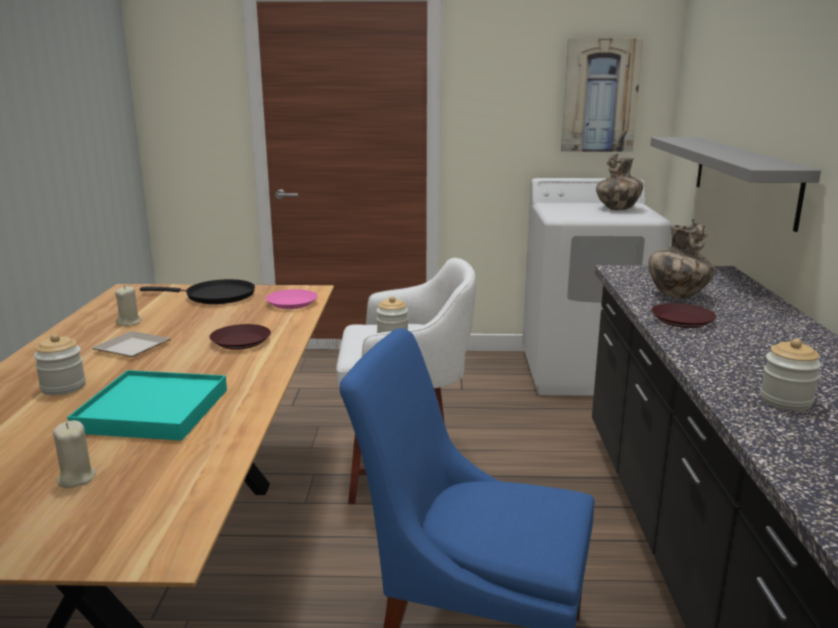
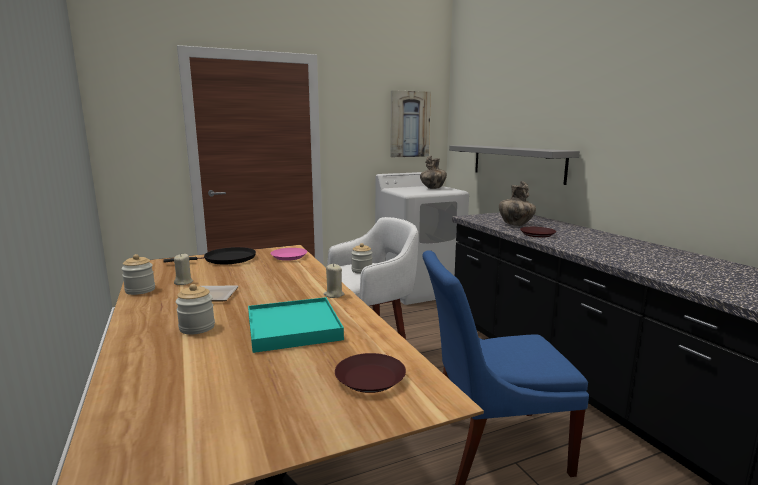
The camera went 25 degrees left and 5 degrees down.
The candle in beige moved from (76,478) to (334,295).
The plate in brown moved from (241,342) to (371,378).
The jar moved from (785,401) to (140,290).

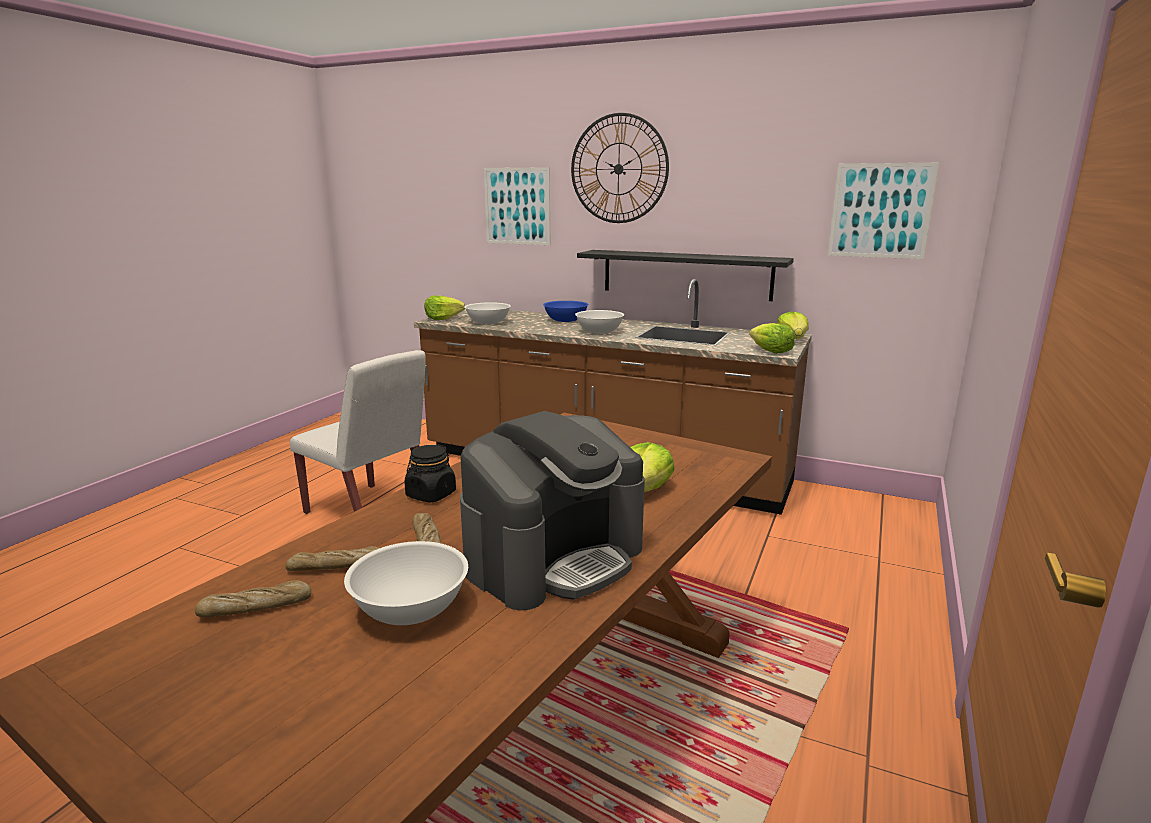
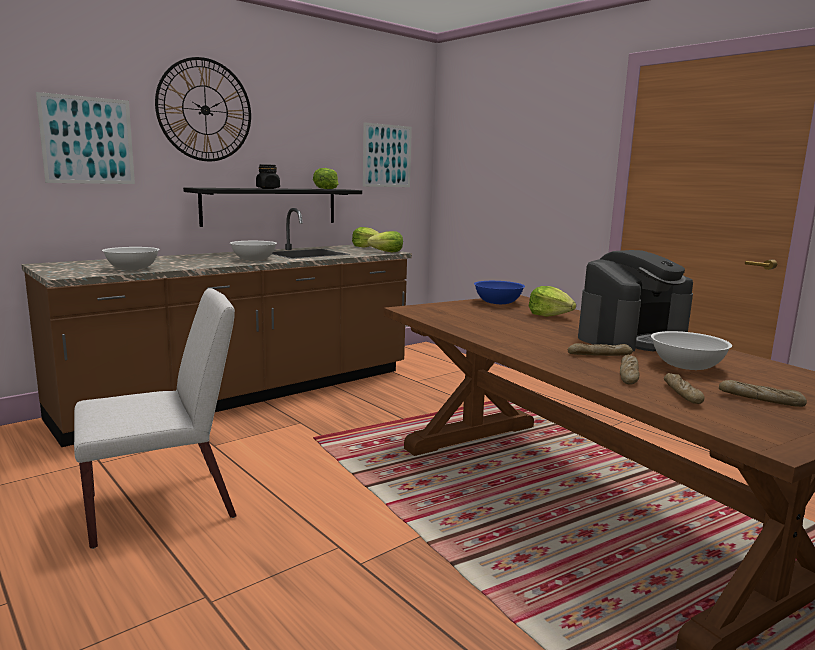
The camera went 65 degrees left and 5 degrees down.
The bread at (760,400) appeared.
The jar in black moved from (431,495) to (268,188).
The lettuce moved from (443,318) to (326,189).
The bowl in blue moved from (565,320) to (498,303).
The coffee machine at (554,557) turned 75 degrees clockwise.

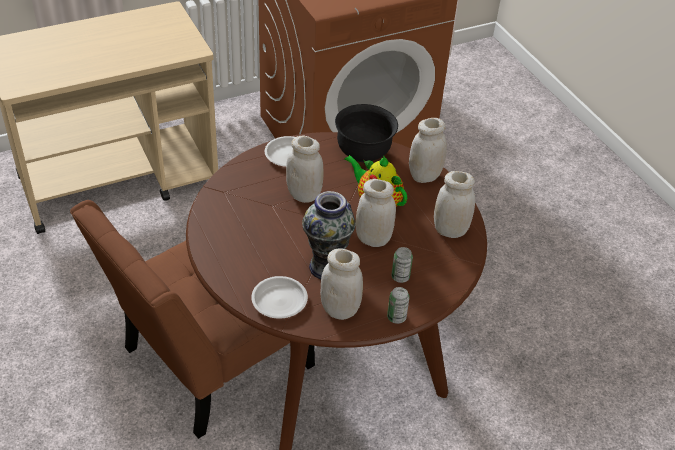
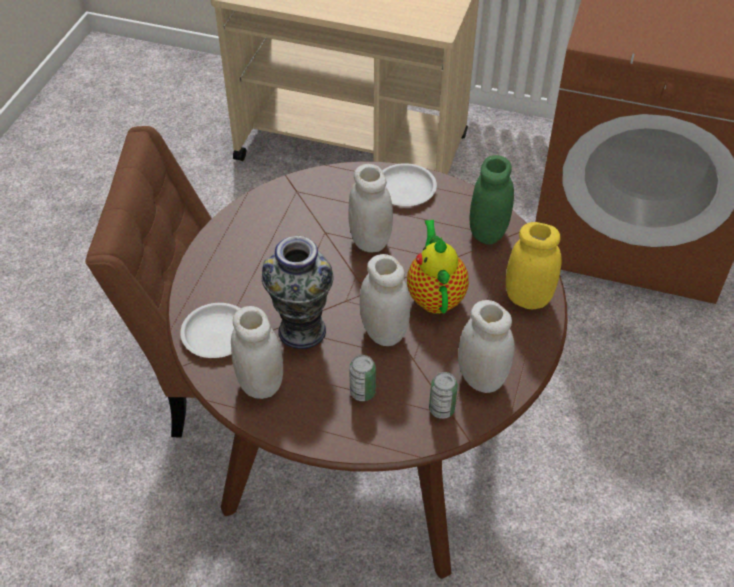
The camera went 45 degrees right and 5 degrees up.
The can moved from (396,317) to (441,409).
The bowl in black at (363,153) was replaced by the jar in green at (488,232).
The jar in white at (424,176) became the jar in yellow at (528,298).

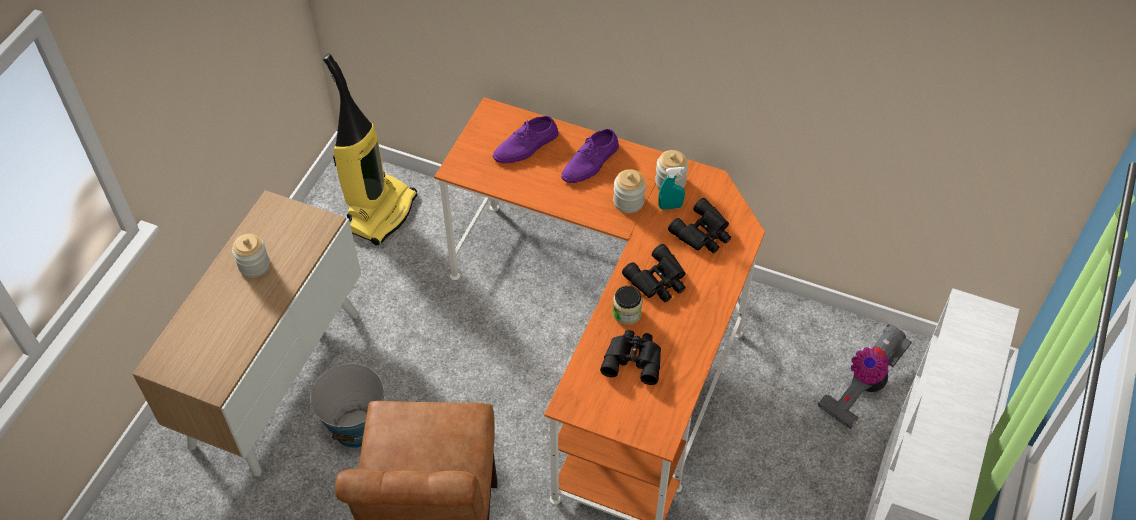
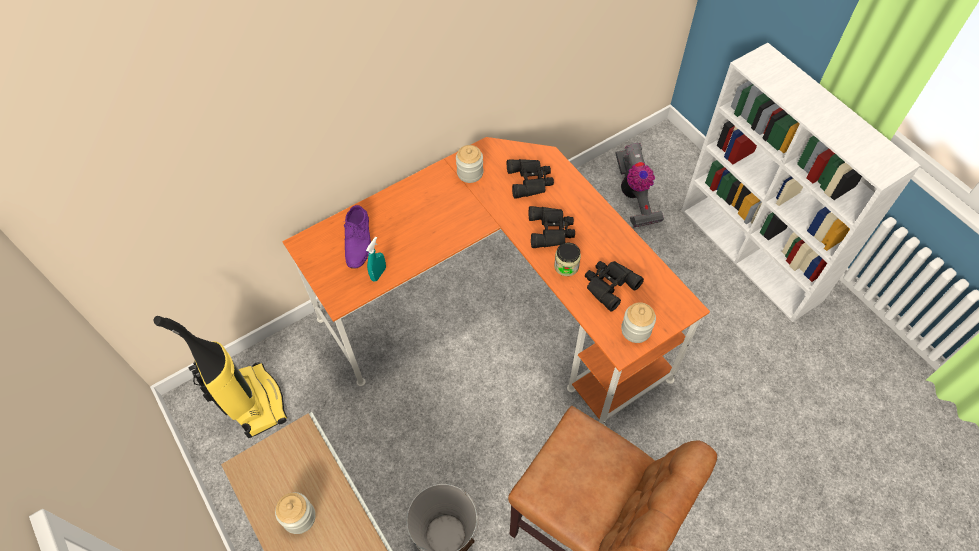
The camera went 55 degrees left and 5 degrees up.
The shoe in purple at (591,162) disappeared.
The jar moved from (628,201) to (636,330).
The spray bottle in turquoise moved from (670,206) to (378,274).

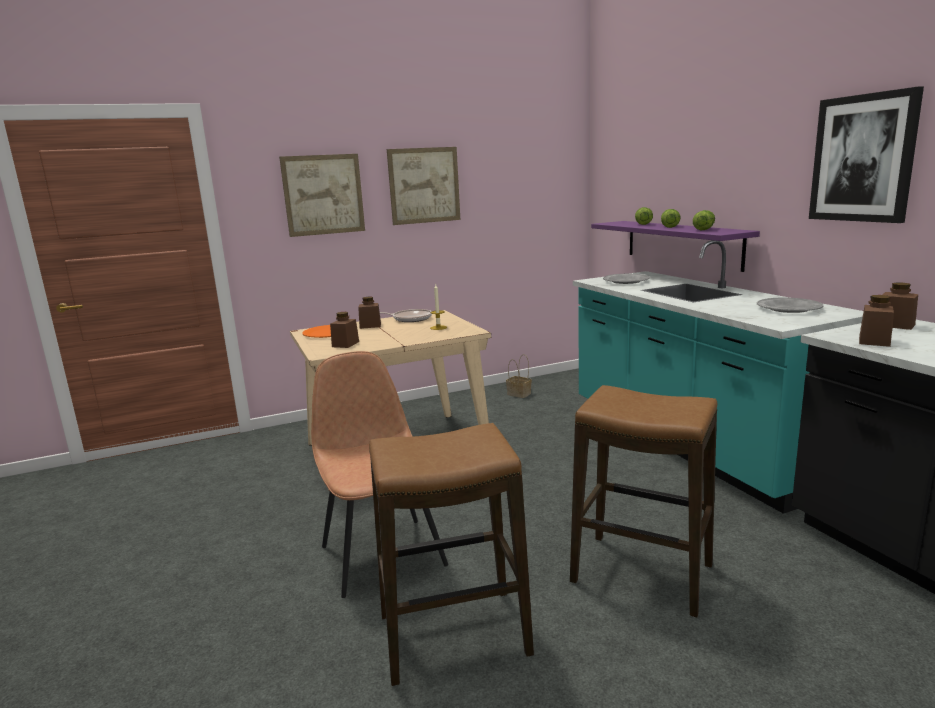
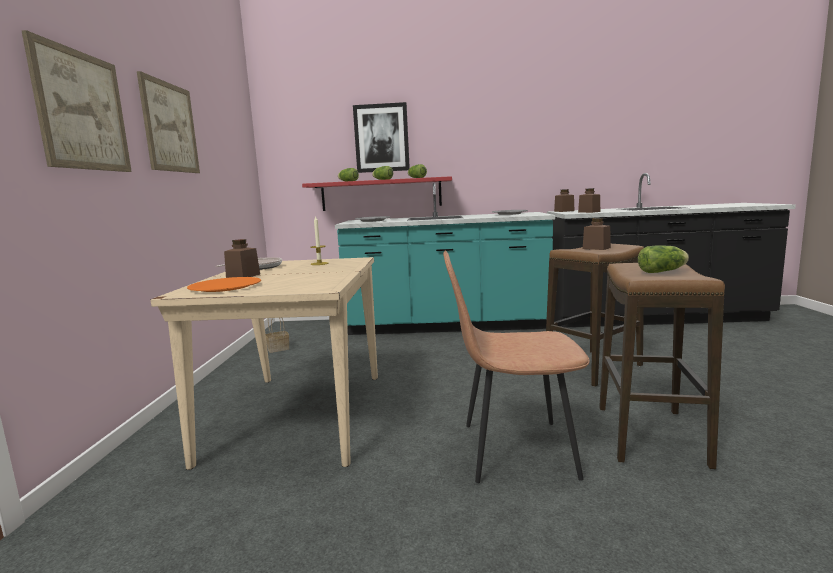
The camera went 65 degrees left and 5 degrees down.
The lettuce at (664,271) appeared.
The jar in brown moved from (345,344) to (596,248).
The picture moved from (863,158) to (381,138).
The shelf in purple at (681,243) became the shelf in red at (381,194).

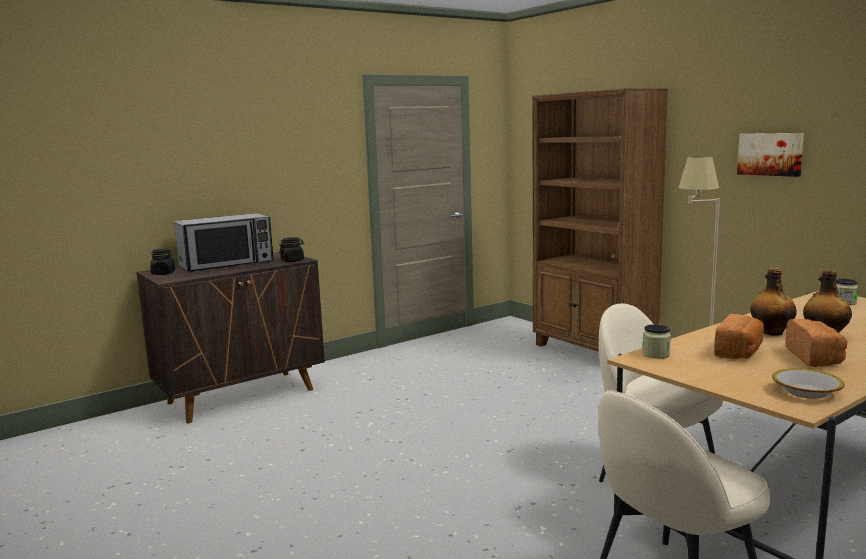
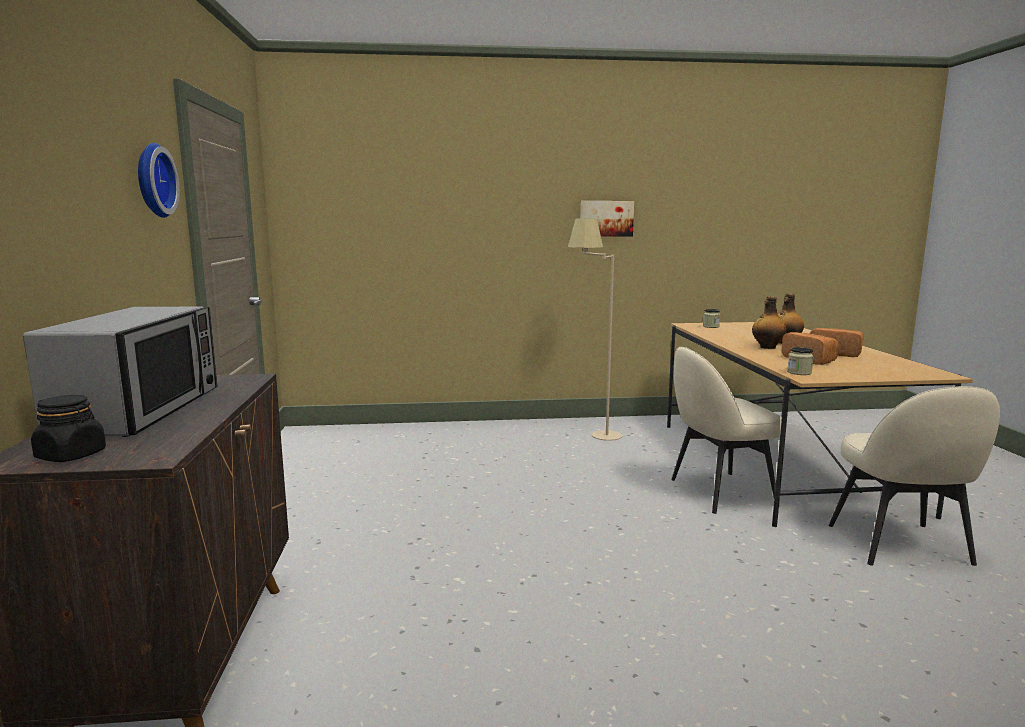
The camera went 60 degrees left and 0 degrees up.
The jar in black at (292,260) disappeared.
The bookcase in brown at (593,352) disappeared.
The bowl at (806,392) disappeared.
The wall clock at (152,180) appeared.

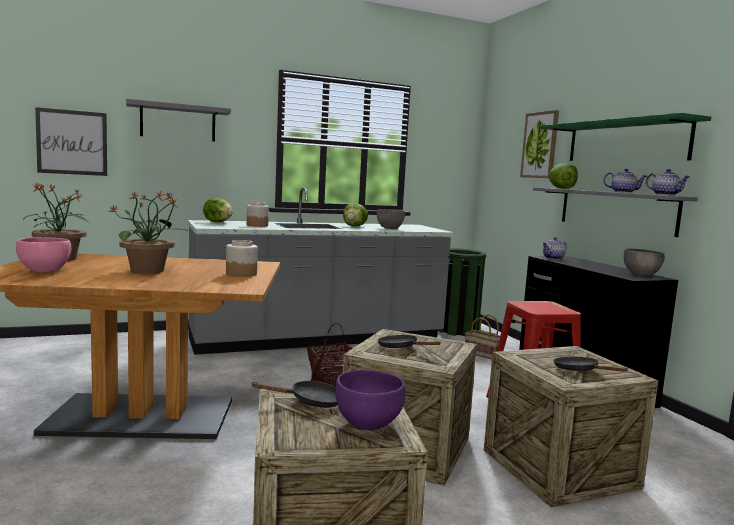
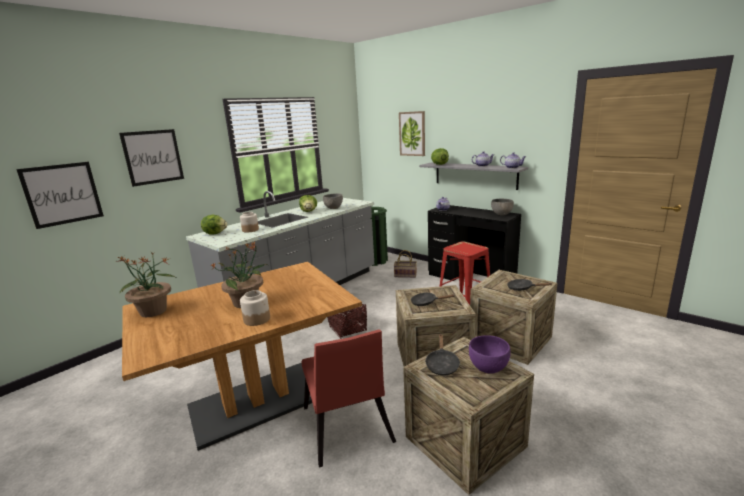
The camera went 25 degrees left and 10 degrees up.
The bowl in pink at (45,271) disappeared.
The shelf in green at (625,141) disappeared.
The chair in red at (347,429) appeared.
The jar moved from (241,274) to (257,319).
The shelf in grey at (178,122) was replaced by the picture at (153,157).
The frying pan in black at (311,402) turned 135 degrees clockwise.

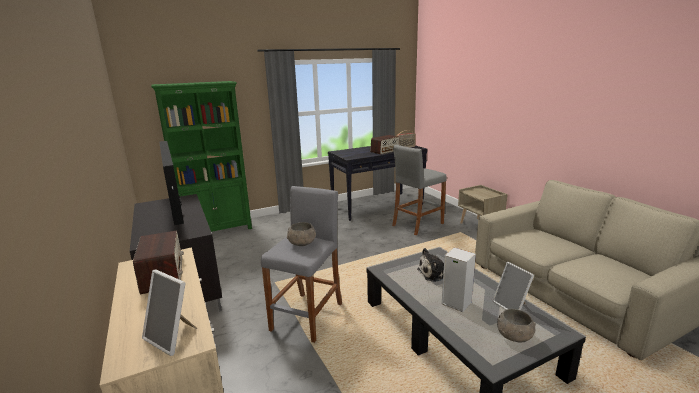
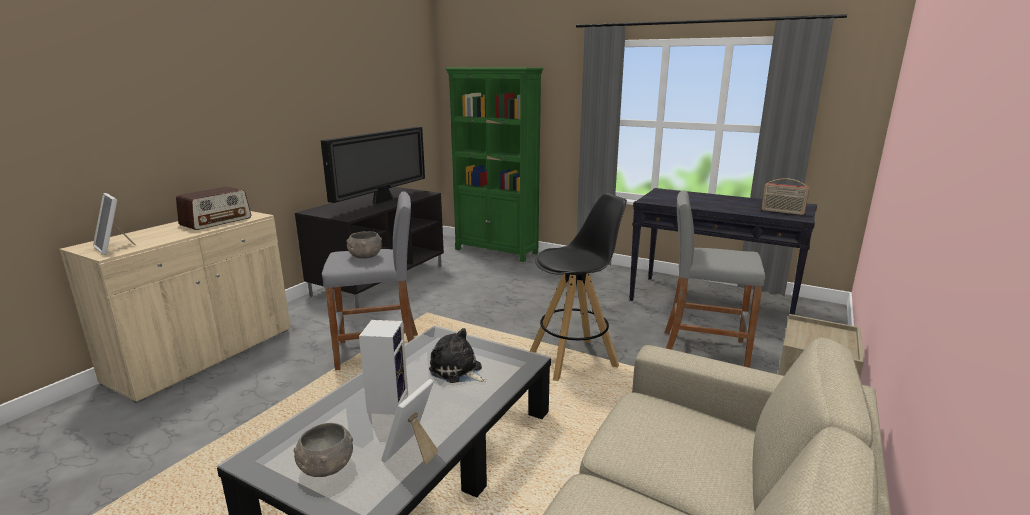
The camera went 55 degrees right and 0 degrees up.
The radio at (385,151) disappeared.
The stool in black at (574,359) appeared.
The picture frame at (173,337) turned 45 degrees counterclockwise.

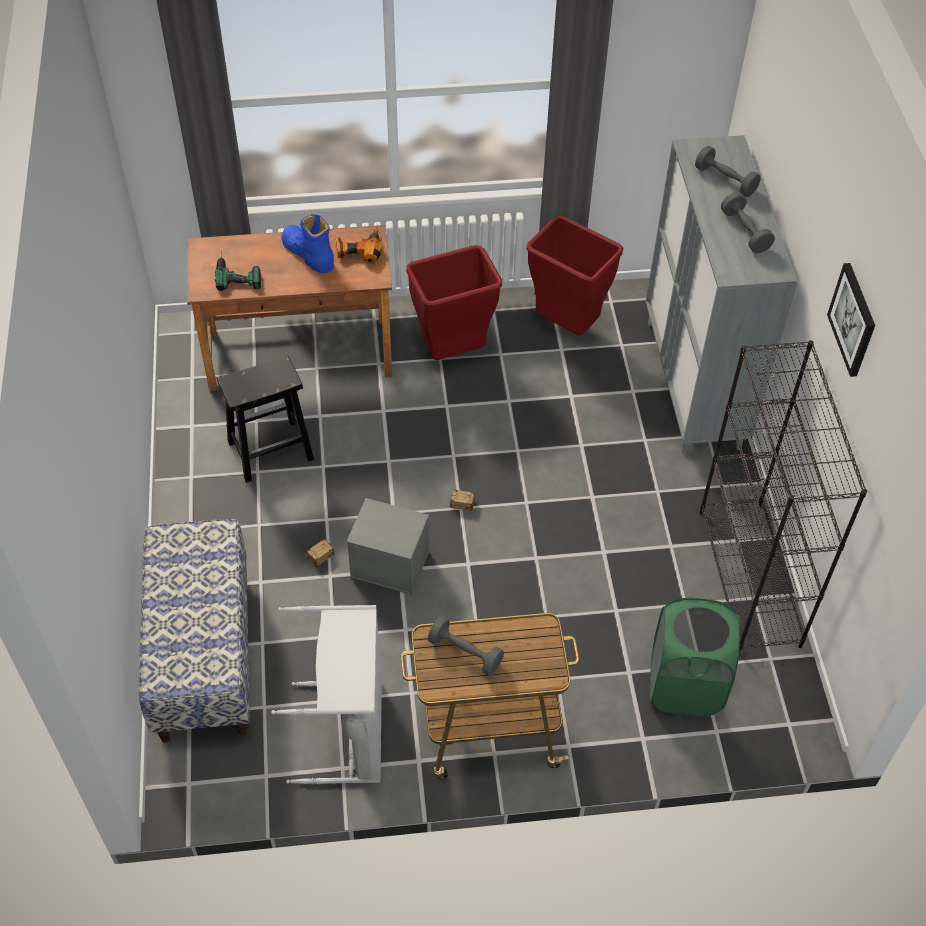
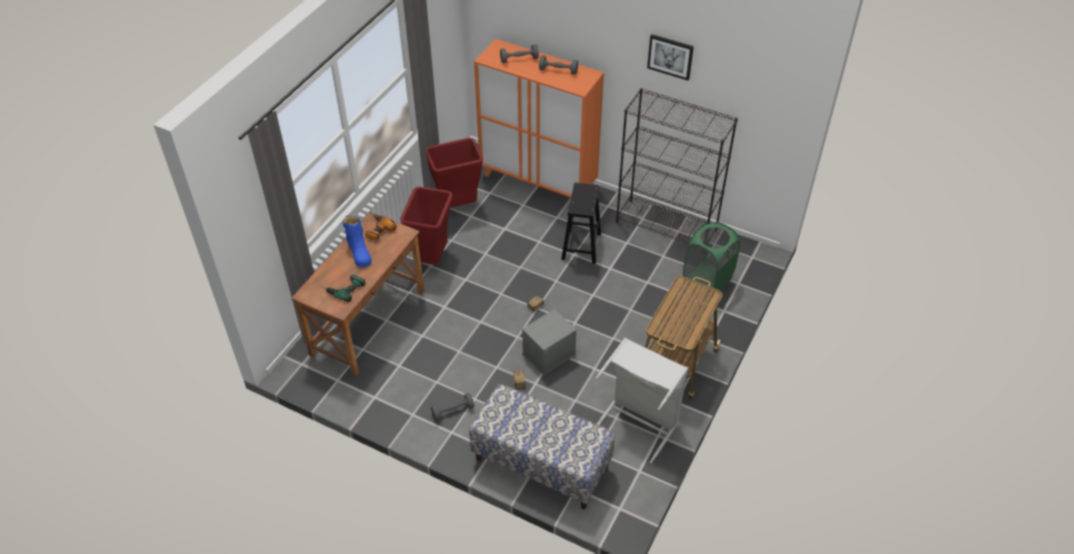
The camera went 55 degrees left and 5 degrees down.
The stool in black moved from (269,451) to (581,246).
The dumbbell in grey moved from (465,652) to (453,411).
The cabinet in grey at (693,384) became the cabinet in orange at (538,181).
The boot in blue at (308,253) turned 105 degrees counterclockwise.

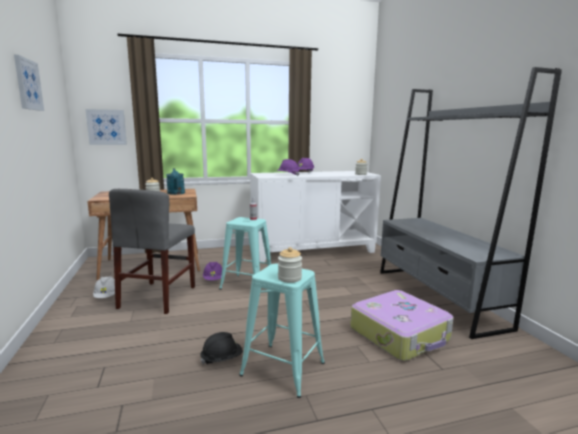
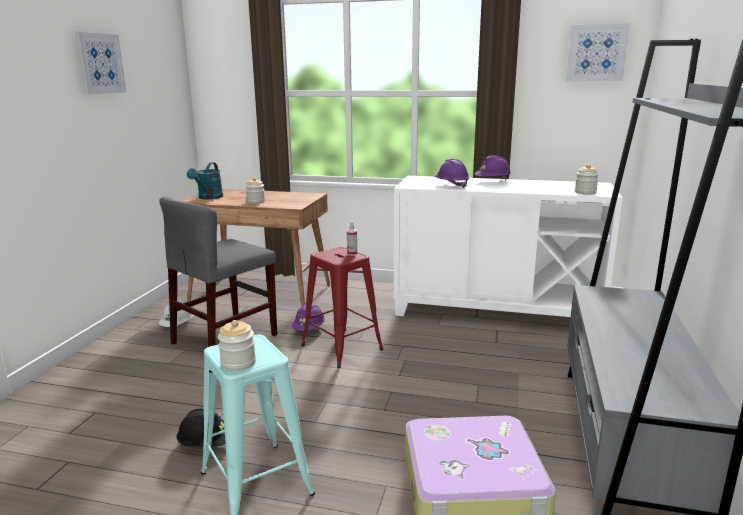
The camera went 30 degrees right and 5 degrees up.
The picture moved from (106,127) to (596,53).
The watering can in turquoise moved from (176,193) to (208,197).
The stool in turquoise at (247,285) became the stool in red at (342,347).

